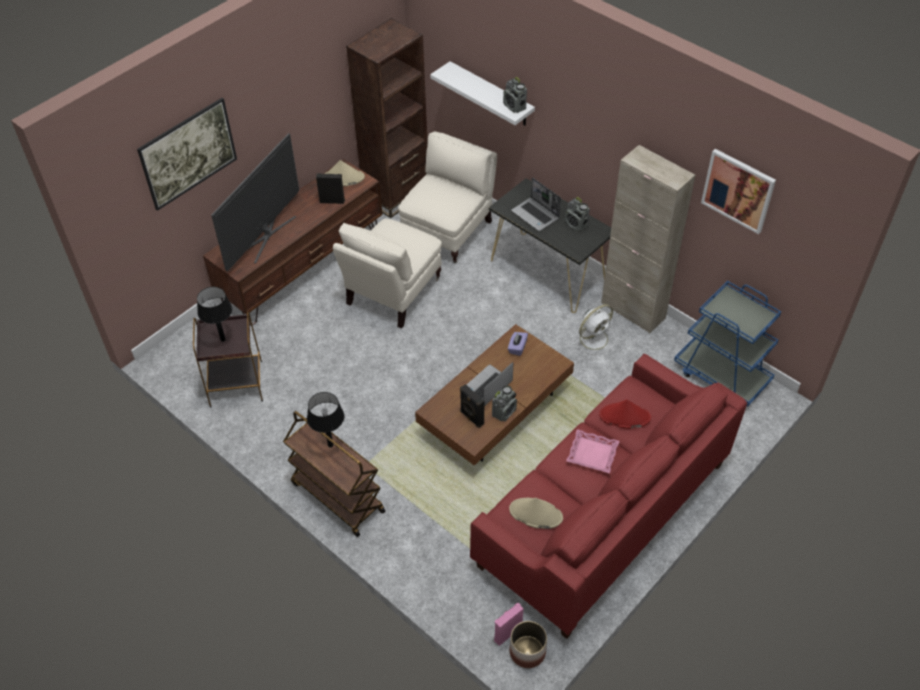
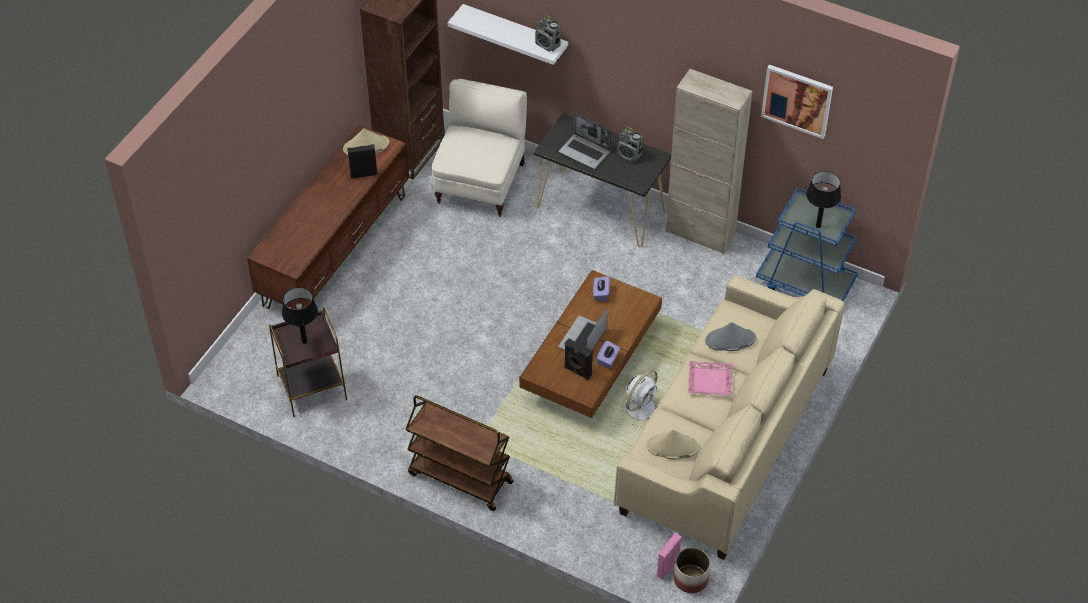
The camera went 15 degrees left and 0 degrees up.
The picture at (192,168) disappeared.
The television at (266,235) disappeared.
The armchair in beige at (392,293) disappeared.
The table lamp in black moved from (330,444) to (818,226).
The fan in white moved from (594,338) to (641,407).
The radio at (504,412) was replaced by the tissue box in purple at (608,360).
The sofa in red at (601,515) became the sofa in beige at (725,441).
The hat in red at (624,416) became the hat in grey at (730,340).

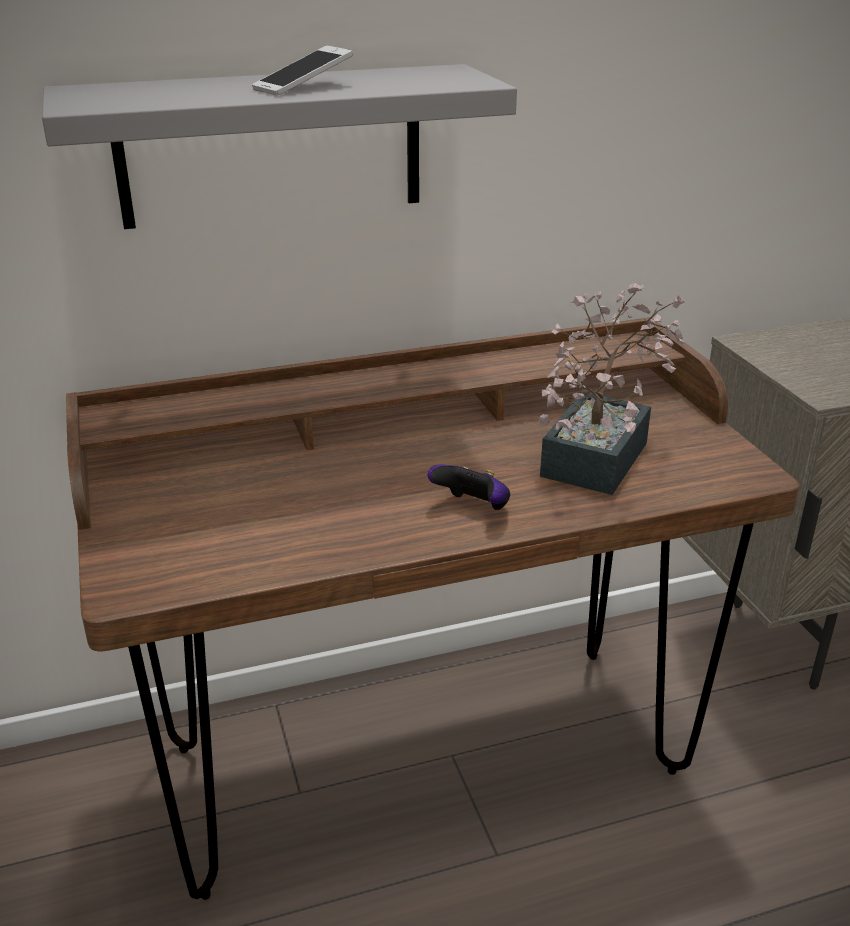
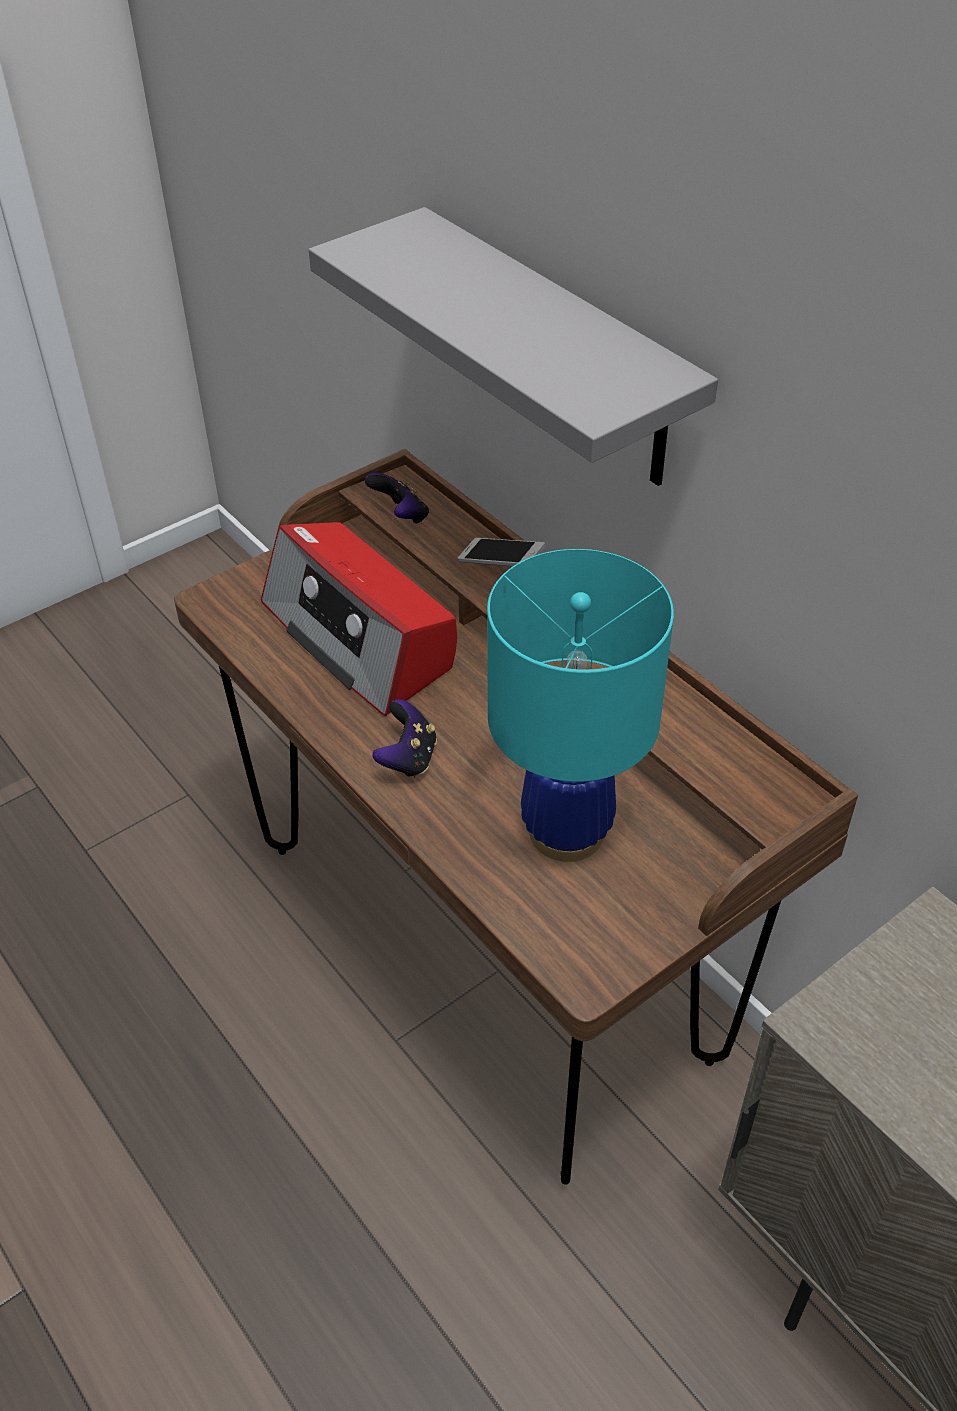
The camera went 70 degrees right and 15 degrees up.
The radio at (360,637) appeared.
The game controller at (401,516) appeared.
The phone moved from (303,87) to (501,562).
The potted plant at (601,452) was replaced by the table lamp in turquoise at (566,832).

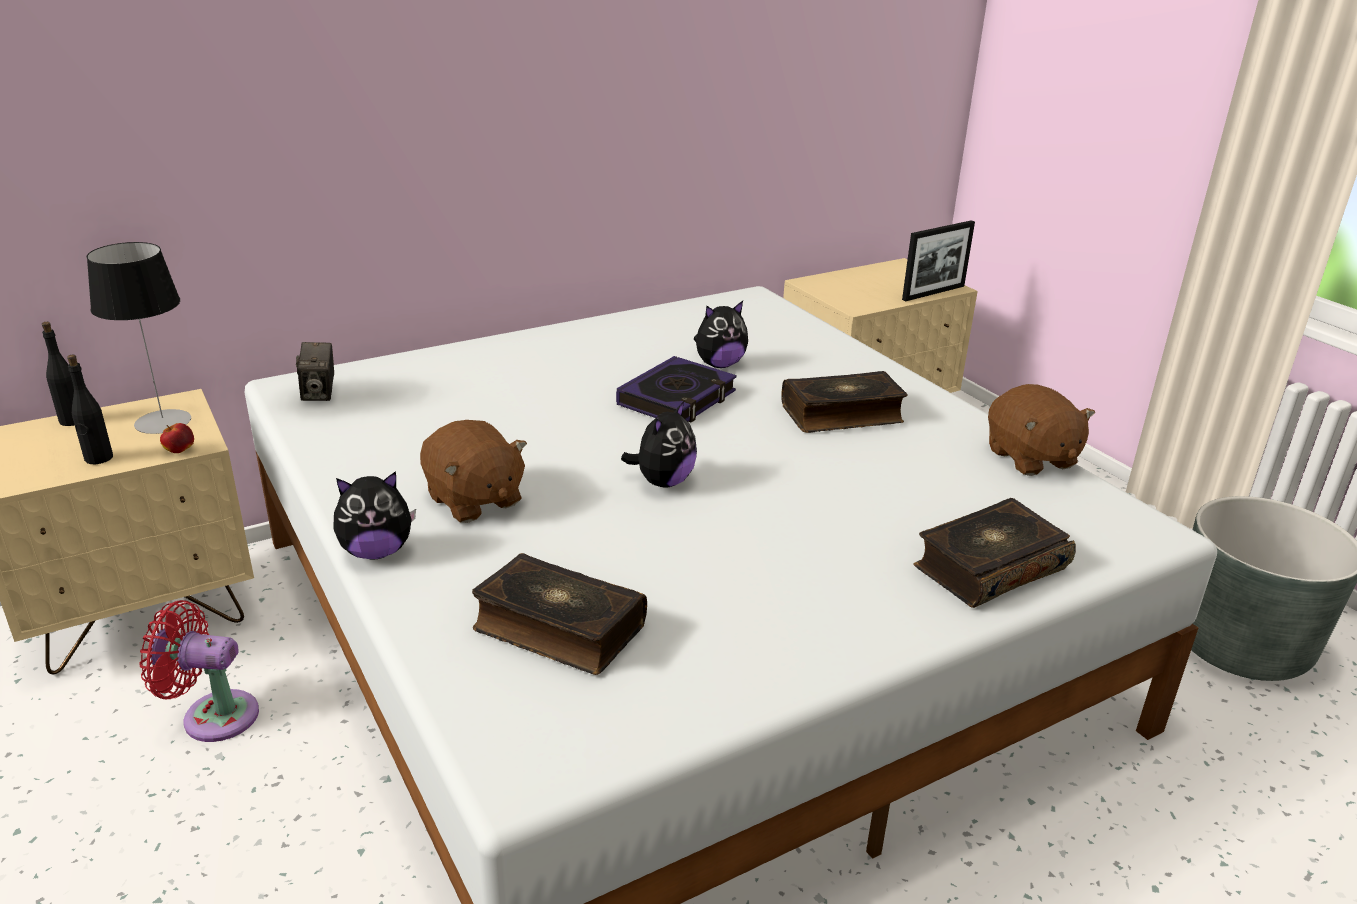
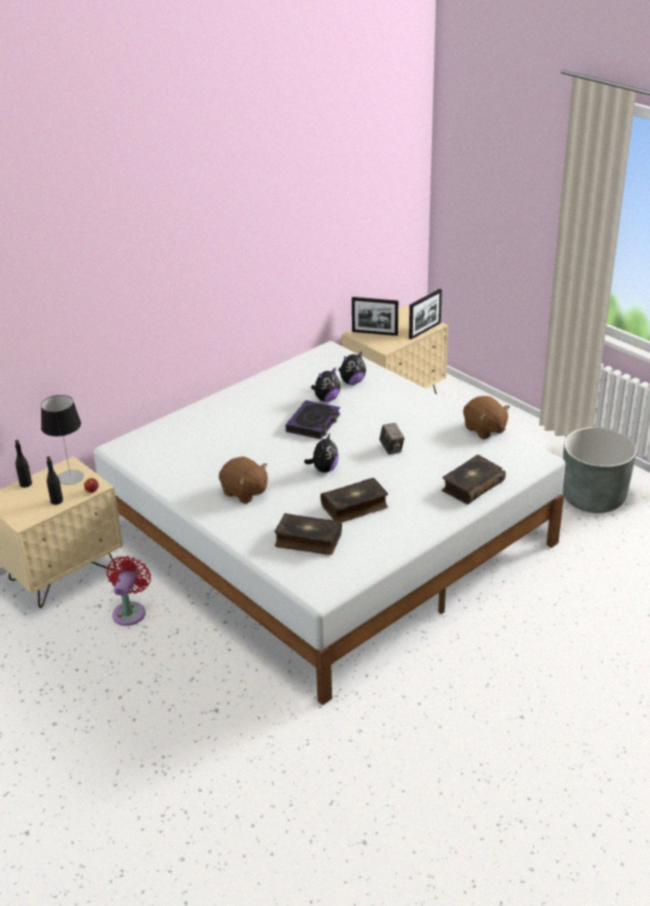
The camera went 10 degrees left and 5 degrees up.
The picture frame at (374,333) appeared.
The photo camera moved from (319,393) to (391,448).
The plush toy moved from (376,552) to (352,382).
The book moved from (842,414) to (355,507).
The fan in red at (213,715) turned 105 degrees clockwise.

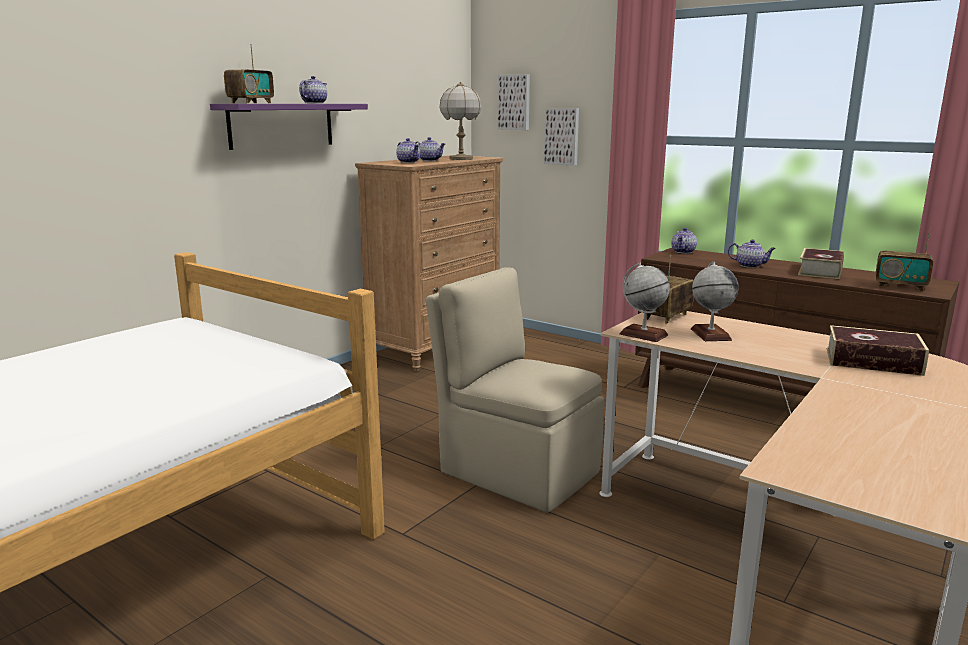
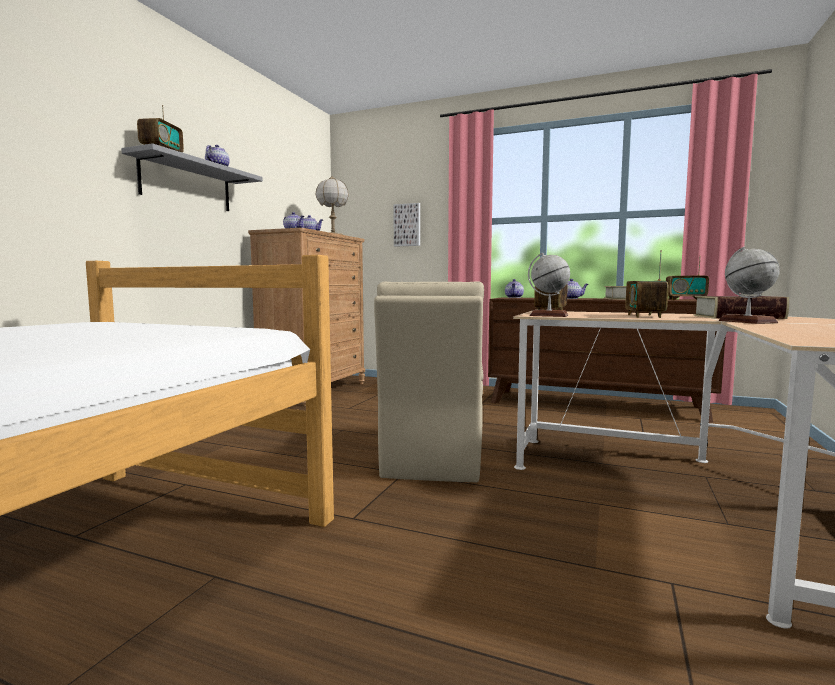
The camera went 15 degrees left and 10 degrees down.
The picture at (514,102) disappeared.
The radio at (644,316) appeared.
The globe moved from (710,334) to (747,321).
The shelf in purple at (281,125) became the shelf in grey at (187,184).
The chair in beige at (516,470) turned 105 degrees counterclockwise.

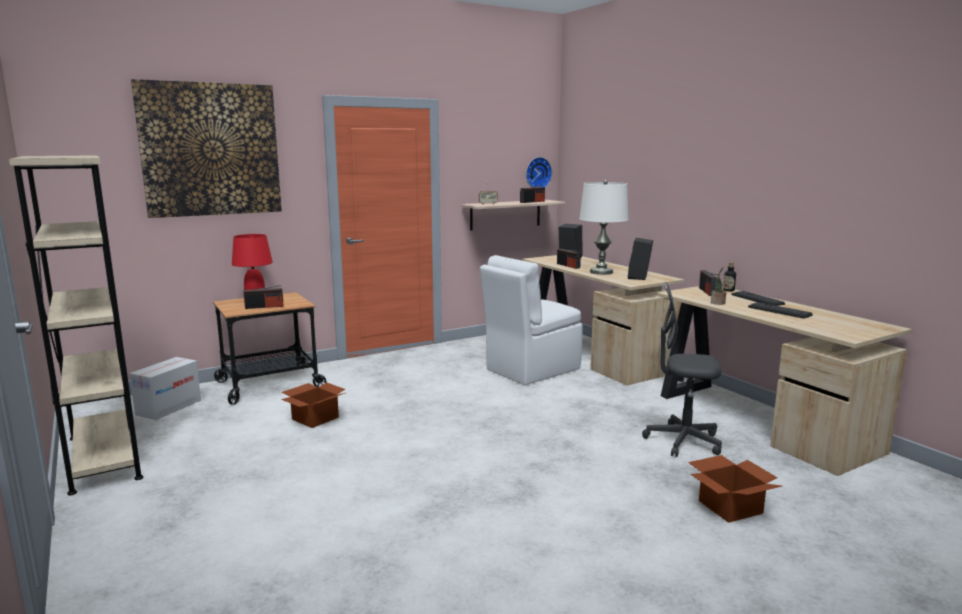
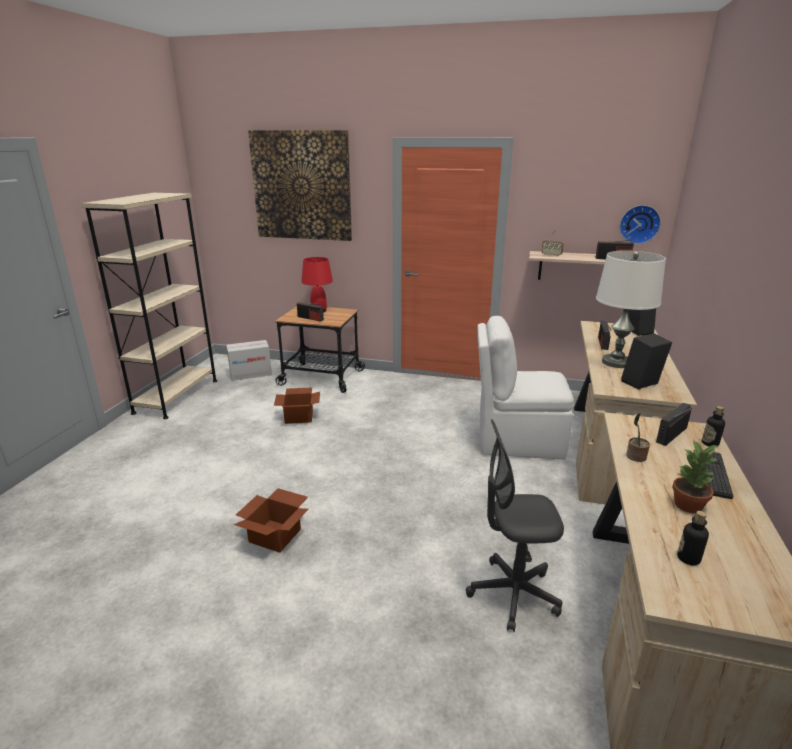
The camera went 45 degrees right and 10 degrees up.
The bottle at (688,558) appeared.
The cardboard box moved from (730,506) to (276,535).
The keyboard at (779,311) was replaced by the potted plant at (688,505).
The office chair in grey at (683,441) turned 60 degrees counterclockwise.

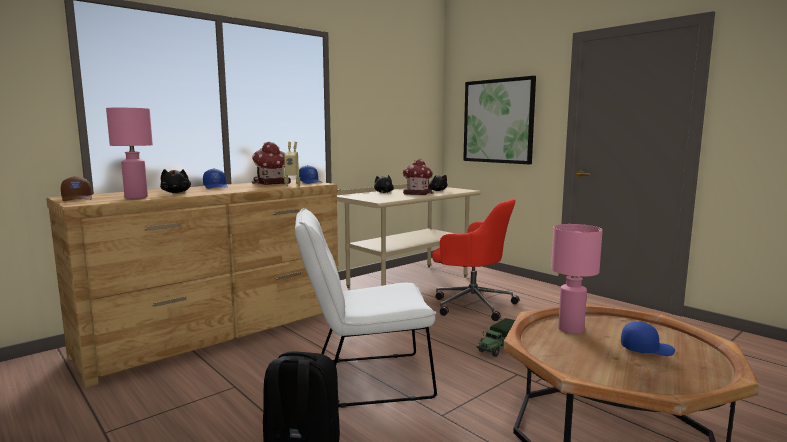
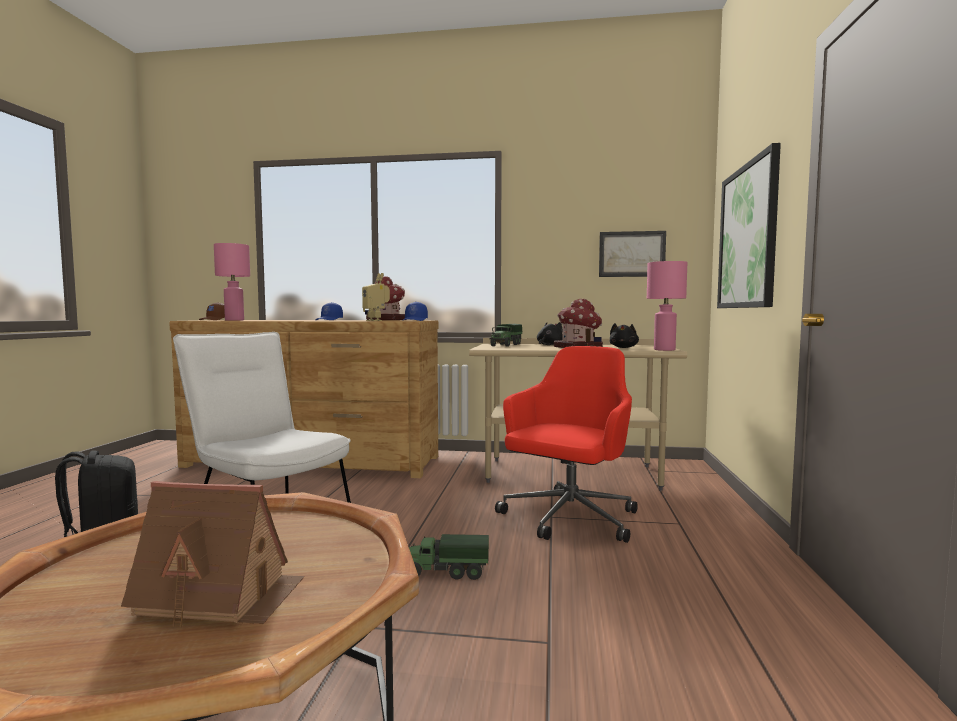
The camera went 50 degrees right and 5 degrees down.
The plush toy in black at (176,192) disappeared.
The toy truck at (506,345) appeared.
The picture at (631,254) appeared.
The table lamp in pink moved from (570,329) to (665,350).
The cap in blue at (646,349) was replaced by the toy house at (220,595).
The office chair in red at (471,304) turned 135 degrees counterclockwise.

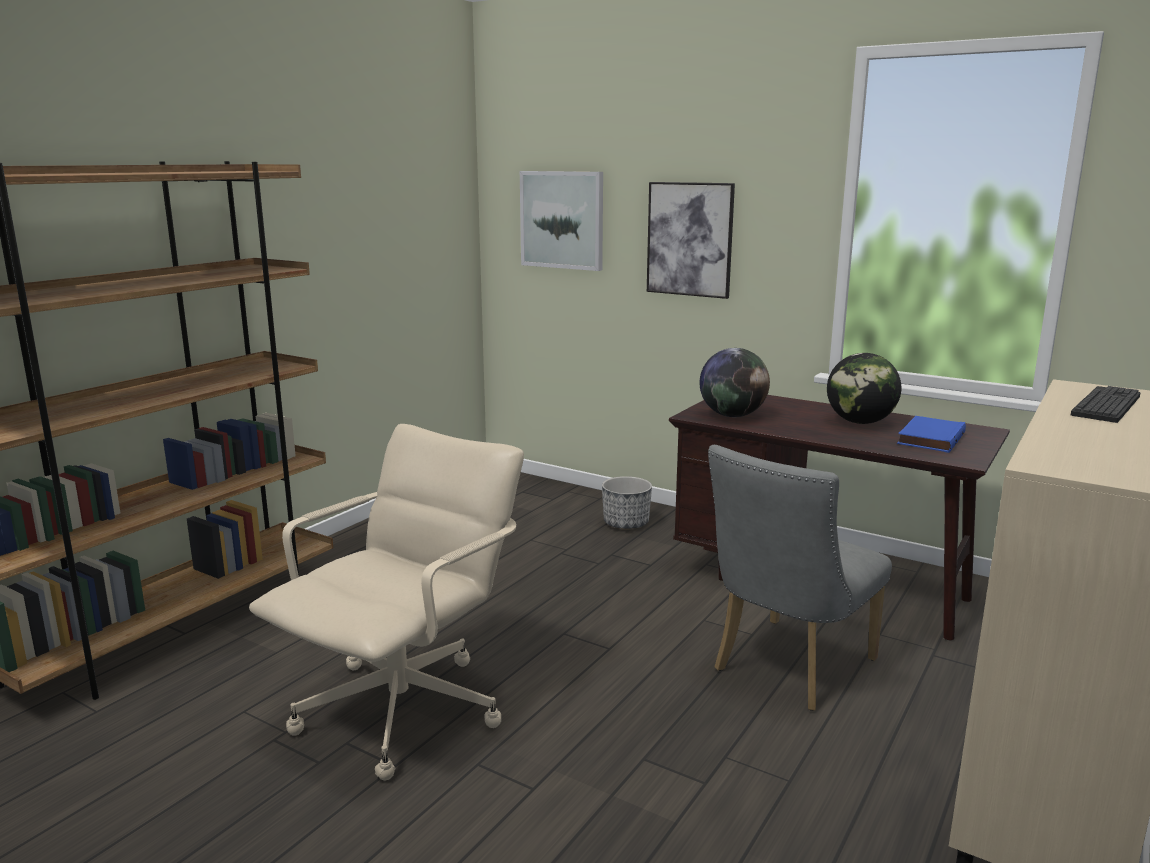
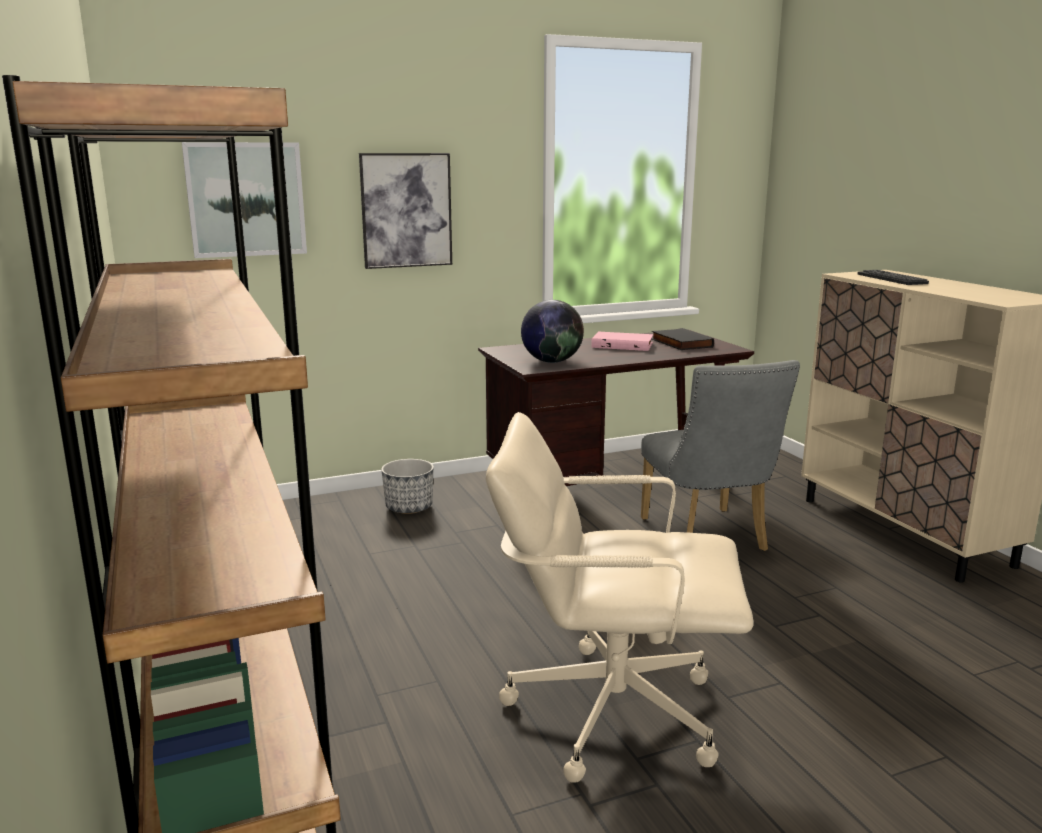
The camera went 55 degrees left and 0 degrees up.
The globe at (860,422) was replaced by the book in pink at (623,345).
The book in blue at (929,438) became the book in black at (680,343).
The office chair in beige at (404,710) turned 60 degrees counterclockwise.

